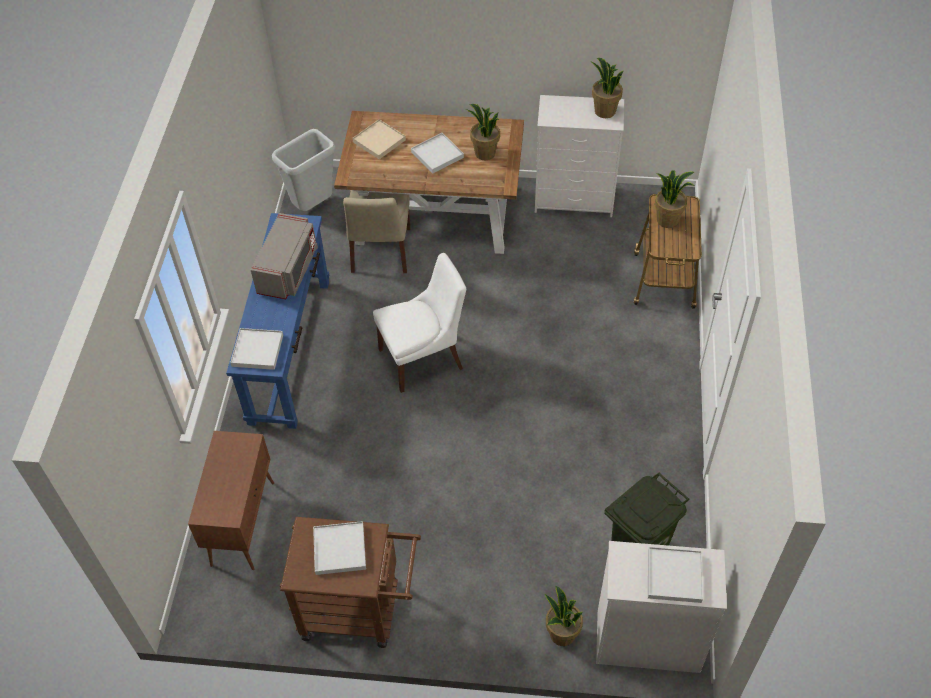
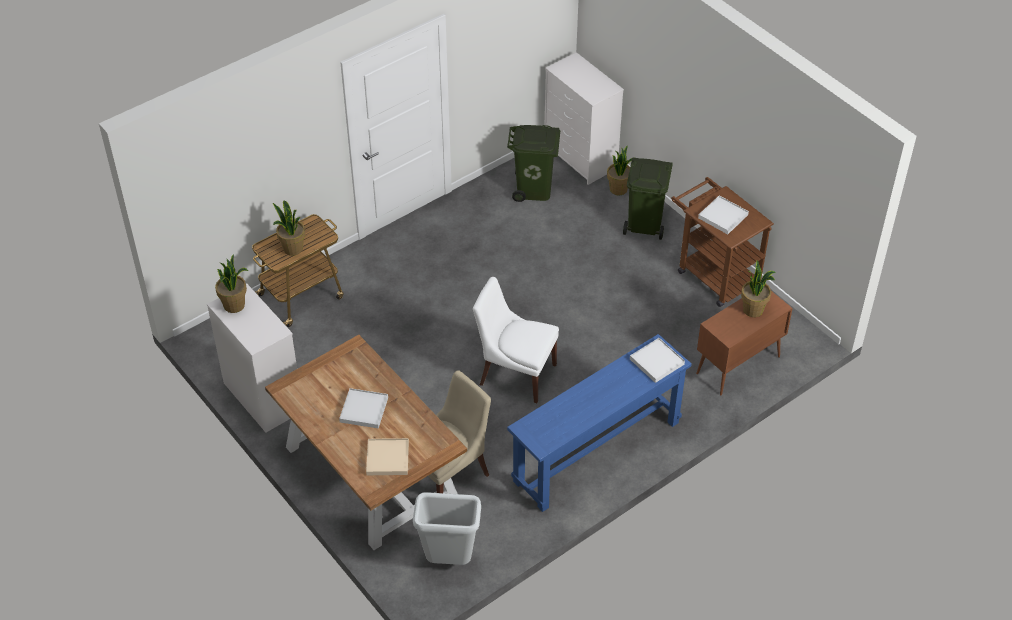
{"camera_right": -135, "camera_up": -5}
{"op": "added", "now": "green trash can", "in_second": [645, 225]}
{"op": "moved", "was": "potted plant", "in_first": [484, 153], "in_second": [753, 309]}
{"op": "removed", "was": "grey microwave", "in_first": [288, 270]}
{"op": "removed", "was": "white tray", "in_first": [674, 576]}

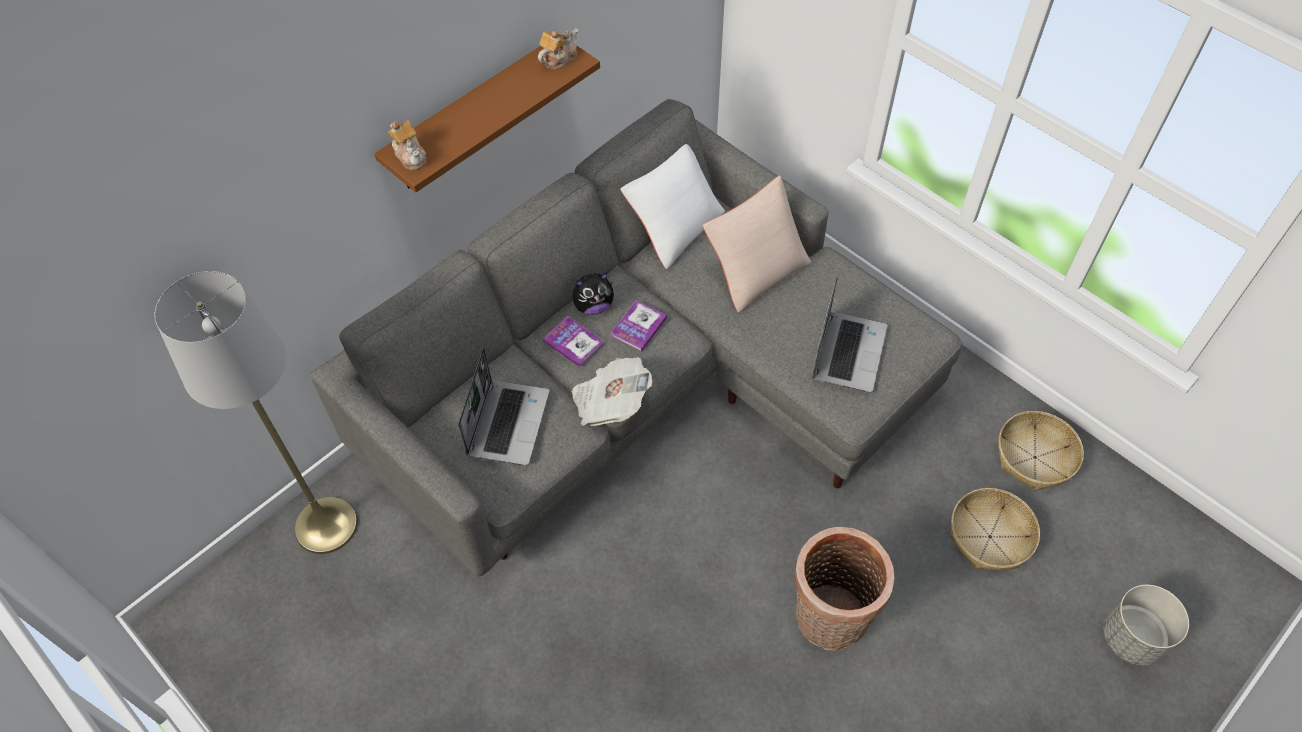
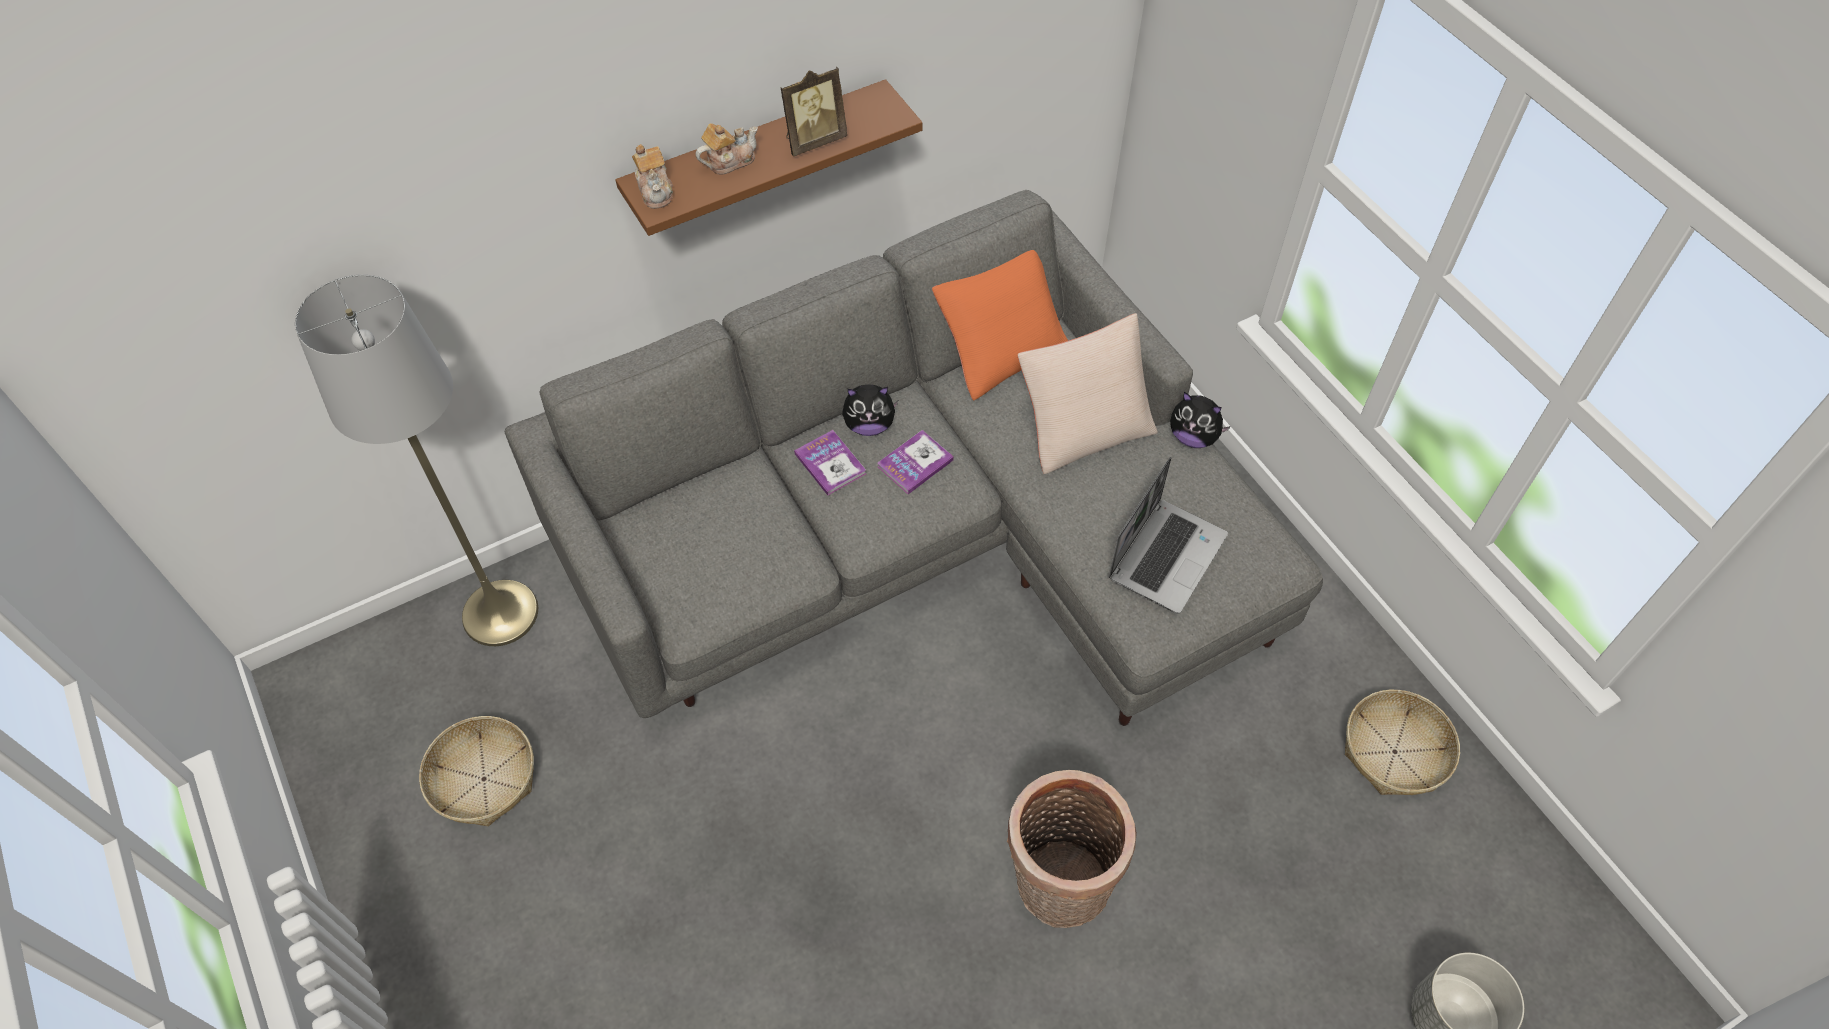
{"camera_right": 15, "camera_up": 0}
{"op": "moved", "was": "basket", "in_first": [990, 536], "in_second": [484, 779]}
{"op": "moved", "was": "teapot", "in_first": [559, 59], "in_second": [729, 161]}
{"op": "added", "now": "picture frame", "in_second": [813, 140]}
{"op": "recoloured", "was": "white pillow", "now": "orange pillow", "in_first": [674, 227], "in_second": [1000, 351]}
{"op": "added", "now": "plush toy", "in_second": [1193, 437]}
{"op": "removed", "was": "laptop", "in_first": [507, 422]}
{"op": "removed", "was": "newspaper", "in_first": [610, 403]}

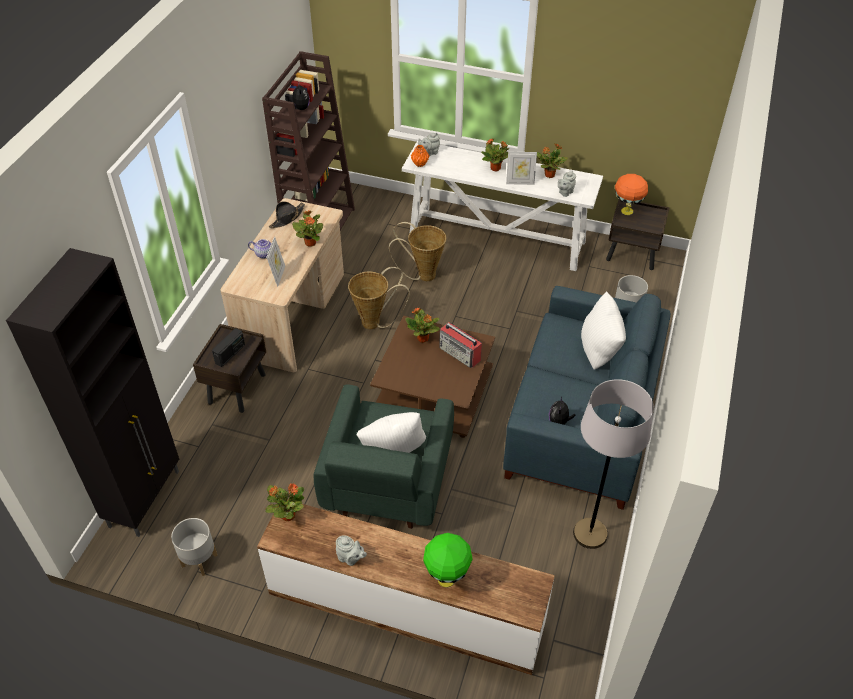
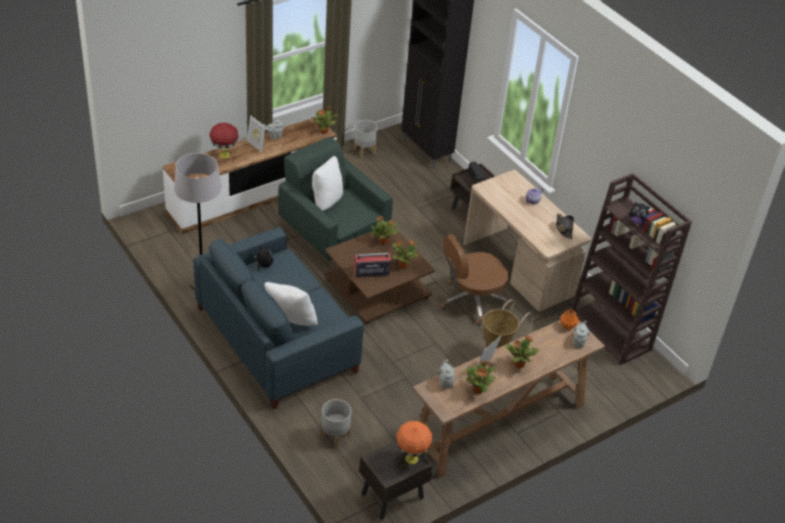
{"camera_right": 125, "camera_up": -5}
{"op": "recoloured", "was": "green table lamp", "now": "red table lamp", "in_first": [447, 578], "in_second": [224, 156]}
{"op": "moved", "was": "picture frame", "in_first": [278, 276], "in_second": [256, 145]}
{"op": "moved", "was": "potted plant", "in_first": [310, 242], "in_second": [384, 241]}
{"op": "recoloured", "was": "white console table", "now": "brown console table", "in_first": [498, 239], "in_second": [498, 425]}
{"op": "replaced", "was": "basket", "now": "brown office chair", "in_first": [375, 322], "in_second": [471, 301]}

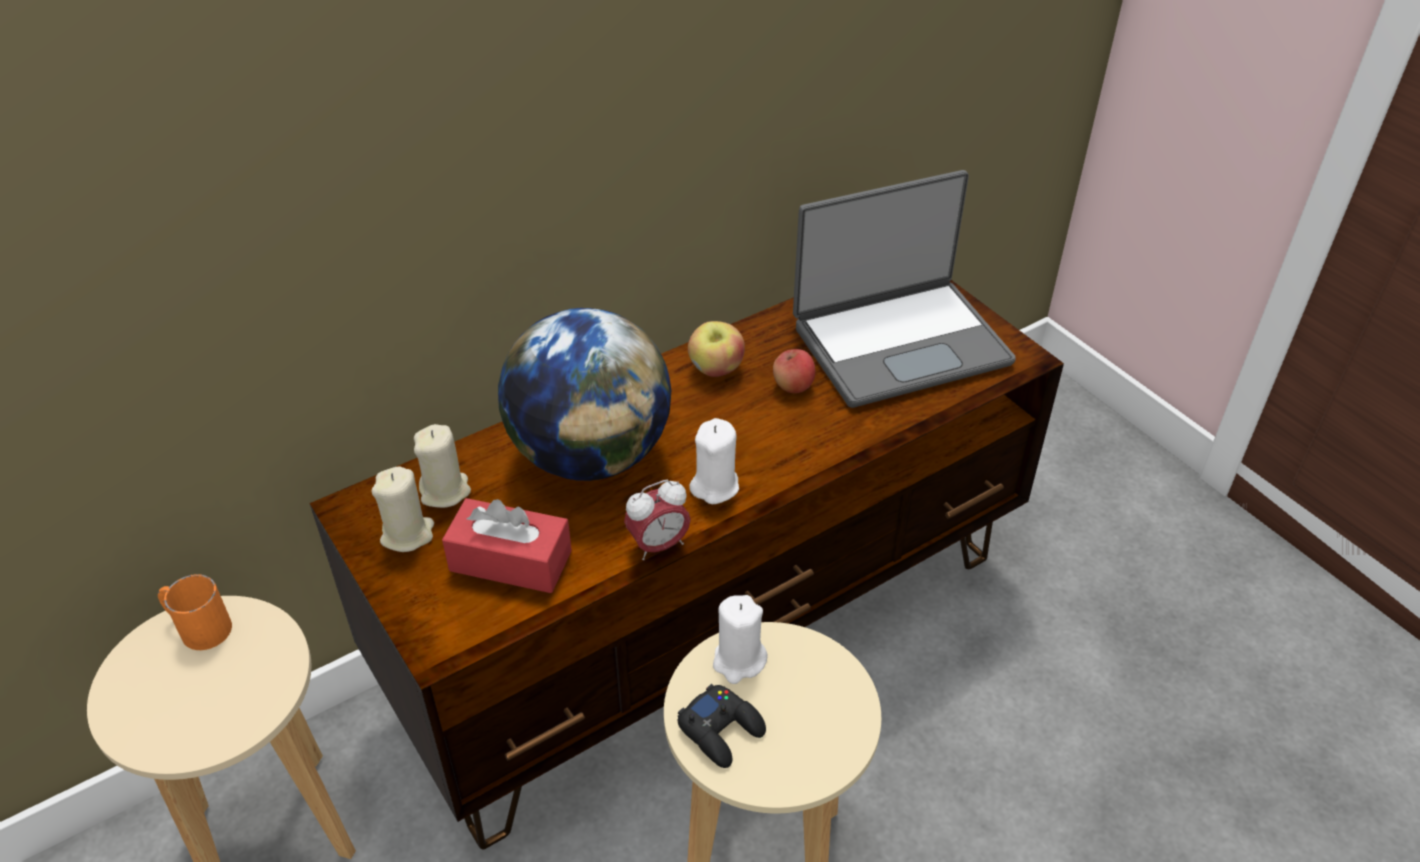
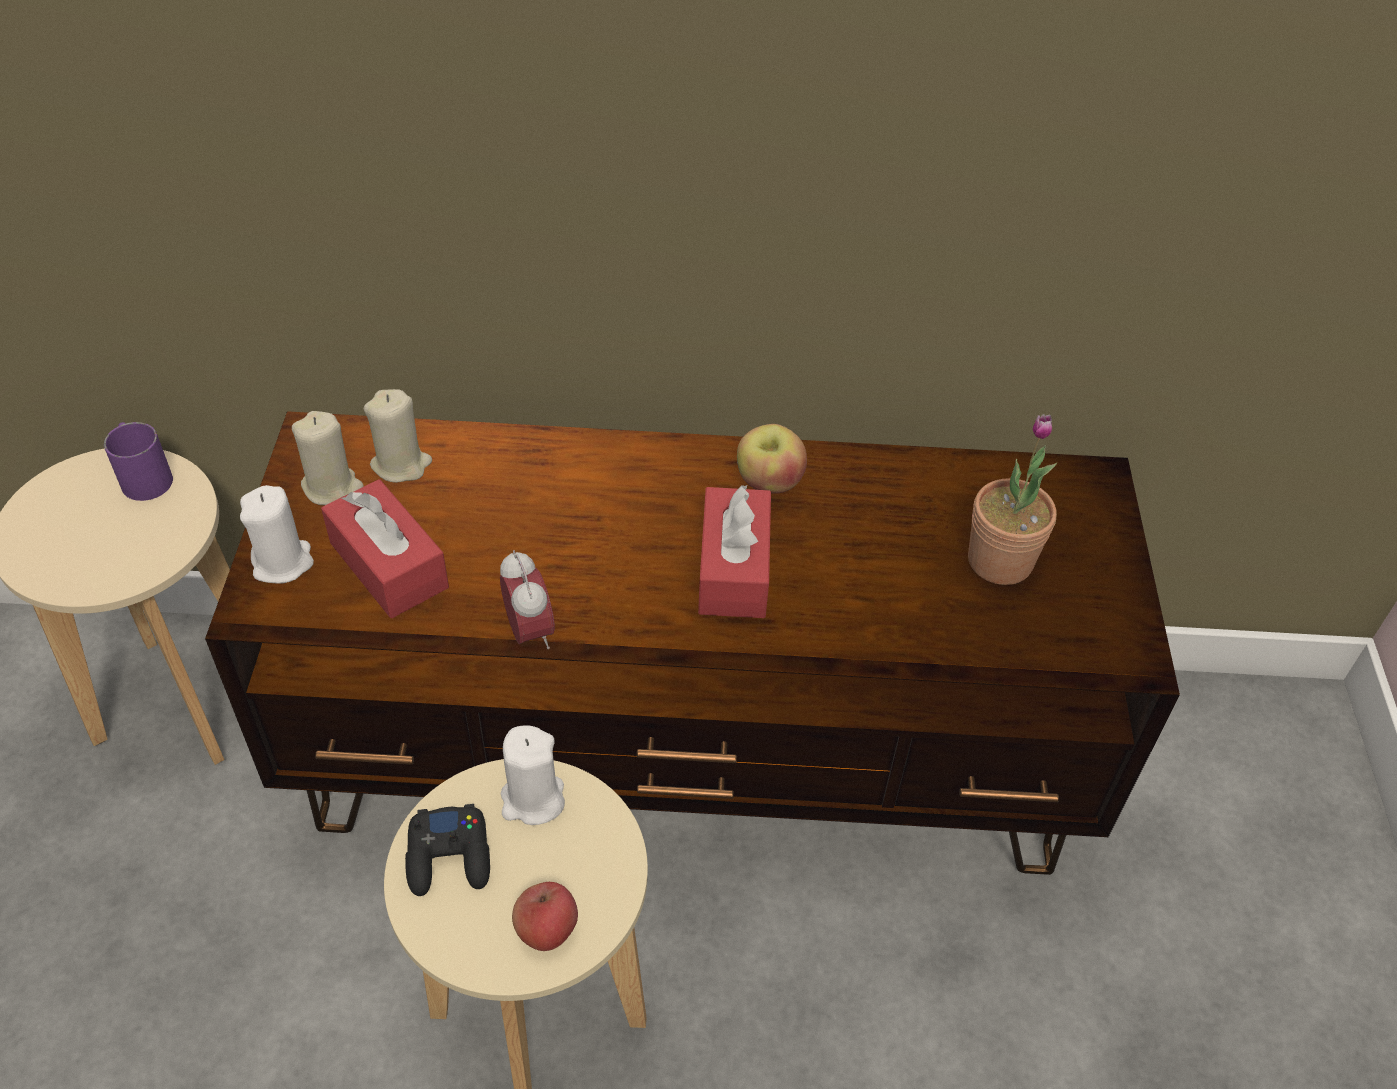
{"camera_right": 35, "camera_up": 5}
{"op": "recoloured", "was": "orange mug", "now": "purple mug", "in_first": [197, 627], "in_second": [143, 475]}
{"op": "moved", "was": "white candle", "in_first": [715, 486], "in_second": [283, 563]}
{"op": "turned", "was": "alarm clock", "in_first": [658, 545], "in_second": [529, 632], "clockwise": -120}
{"op": "moved", "was": "apple", "in_first": [793, 386], "in_second": [546, 930]}
{"op": "added", "now": "red tissue box", "in_second": [733, 569]}
{"op": "replaced", "was": "laptop", "now": "potted plant", "in_first": [899, 342], "in_second": [1000, 561]}
{"op": "removed", "was": "globe", "in_first": [591, 455]}

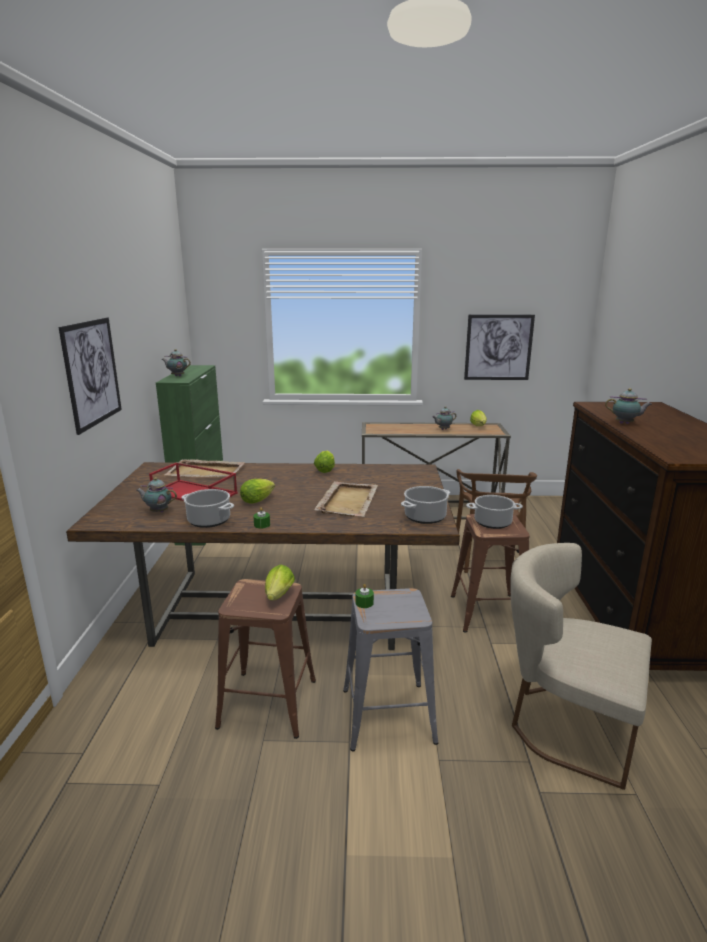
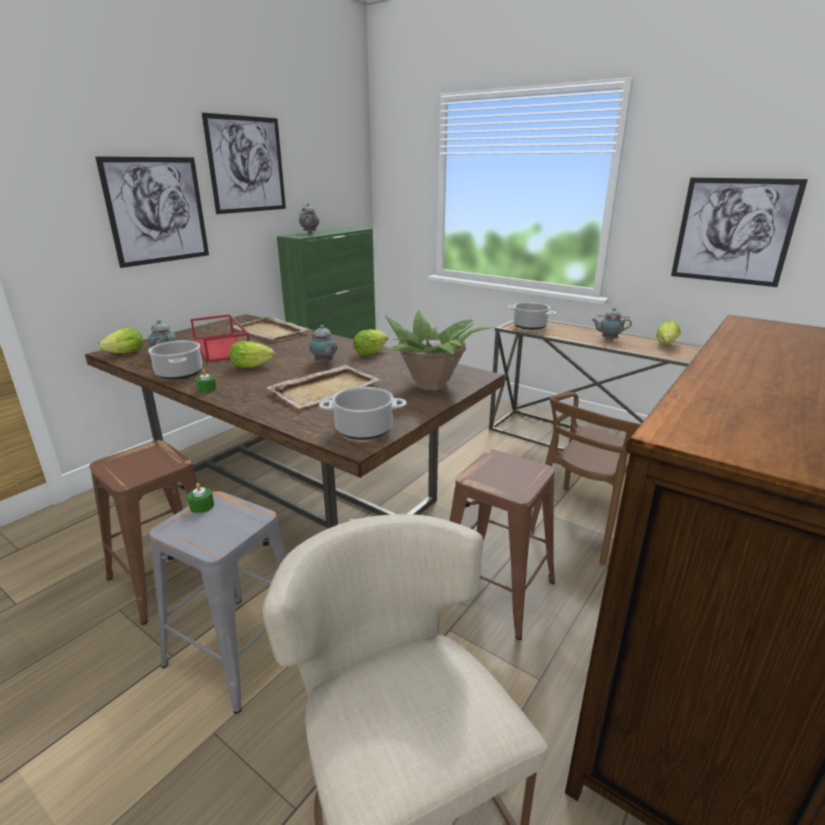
{"camera_right": 35, "camera_up": 5}
{"op": "moved", "was": "lettuce", "in_first": [278, 597], "in_second": [123, 354]}
{"op": "added", "now": "picture", "in_second": [246, 165]}
{"op": "moved", "was": "teapot", "in_first": [625, 423], "in_second": [325, 363]}
{"op": "added", "now": "potted plant", "in_second": [431, 385]}
{"op": "moved", "was": "cooking pot", "in_first": [492, 523], "in_second": [529, 326]}

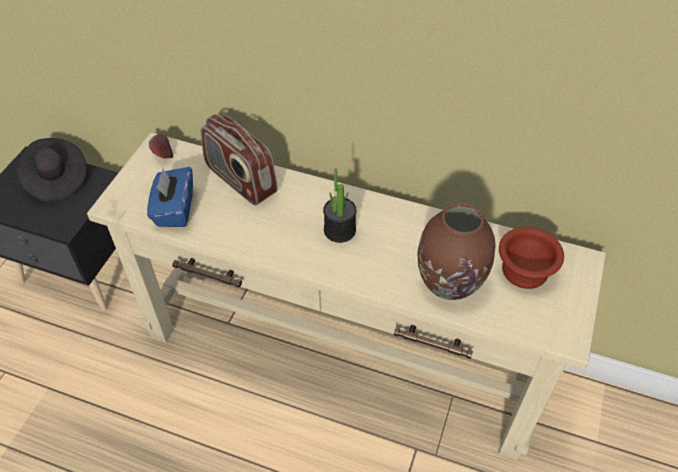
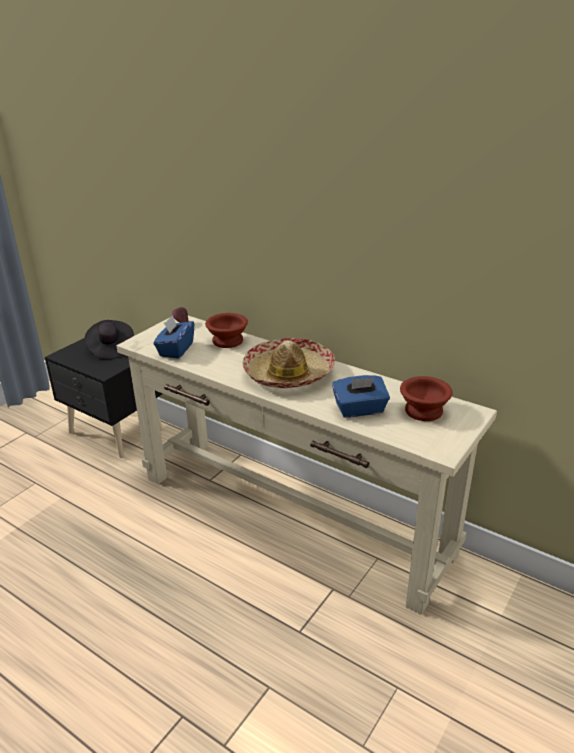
{"camera_right": 15, "camera_up": -20}
{"op": "replaced", "was": "radio", "now": "brown bowl", "in_first": [240, 180], "in_second": [229, 341]}
{"op": "replaced", "was": "potted plant", "now": "hat", "in_first": [339, 230], "in_second": [288, 373]}
{"op": "replaced", "was": "brown vase", "now": "blue tissue box", "in_first": [449, 283], "in_second": [360, 410]}

